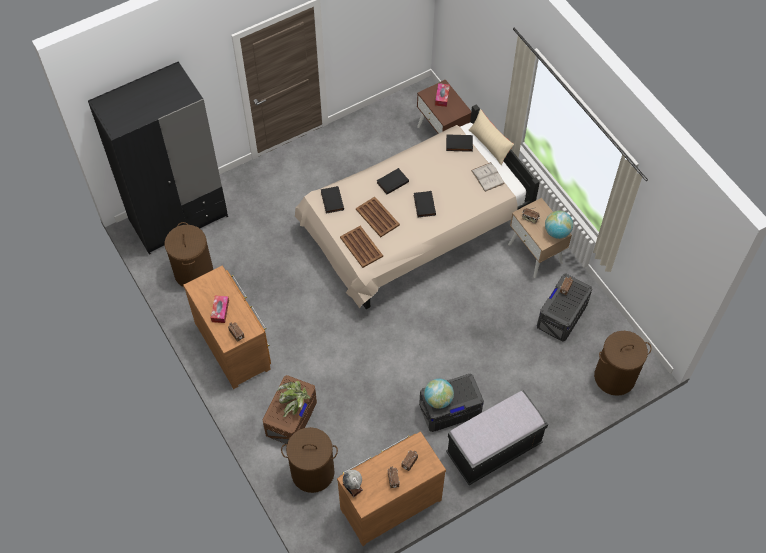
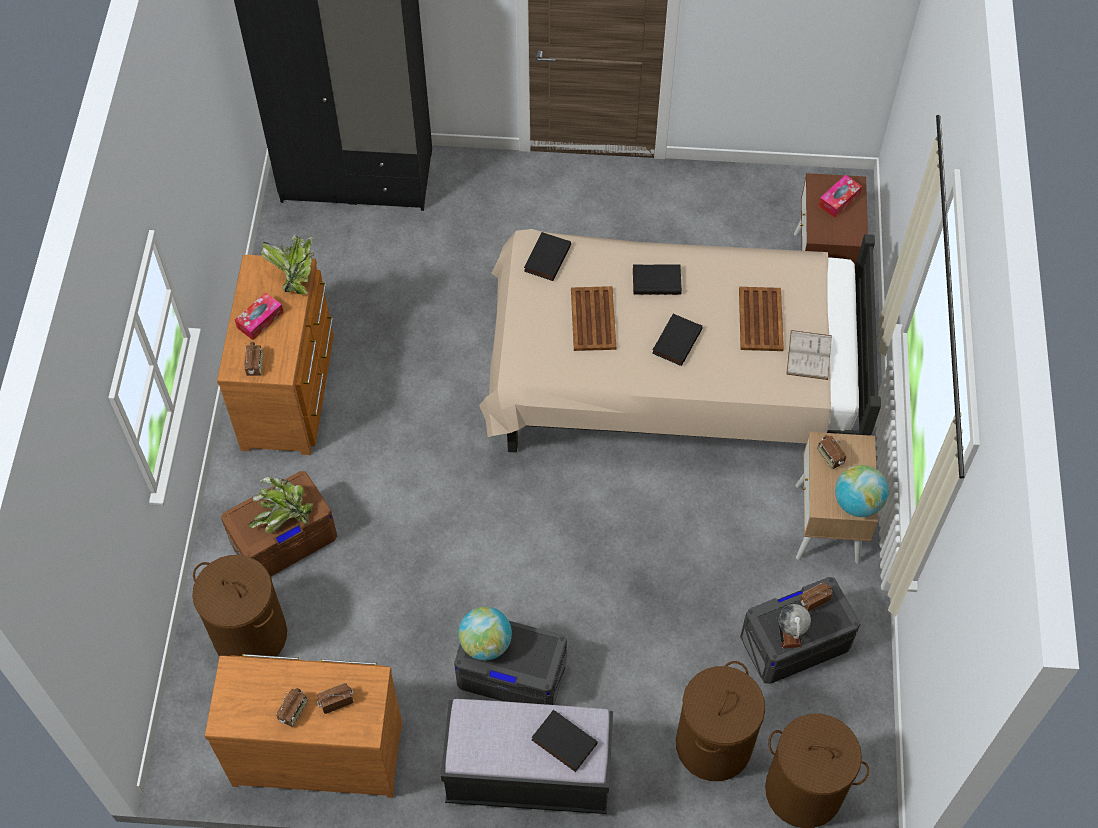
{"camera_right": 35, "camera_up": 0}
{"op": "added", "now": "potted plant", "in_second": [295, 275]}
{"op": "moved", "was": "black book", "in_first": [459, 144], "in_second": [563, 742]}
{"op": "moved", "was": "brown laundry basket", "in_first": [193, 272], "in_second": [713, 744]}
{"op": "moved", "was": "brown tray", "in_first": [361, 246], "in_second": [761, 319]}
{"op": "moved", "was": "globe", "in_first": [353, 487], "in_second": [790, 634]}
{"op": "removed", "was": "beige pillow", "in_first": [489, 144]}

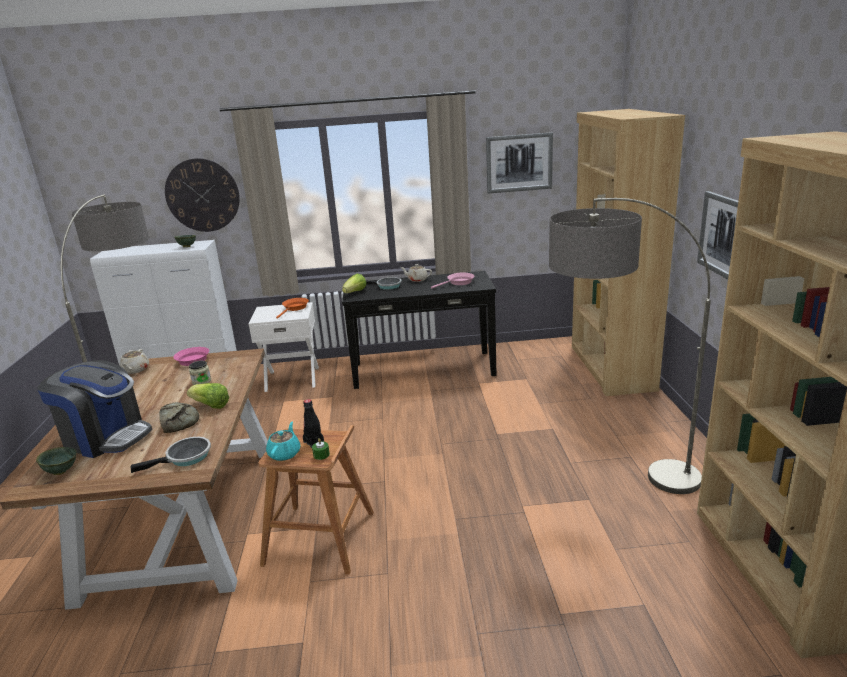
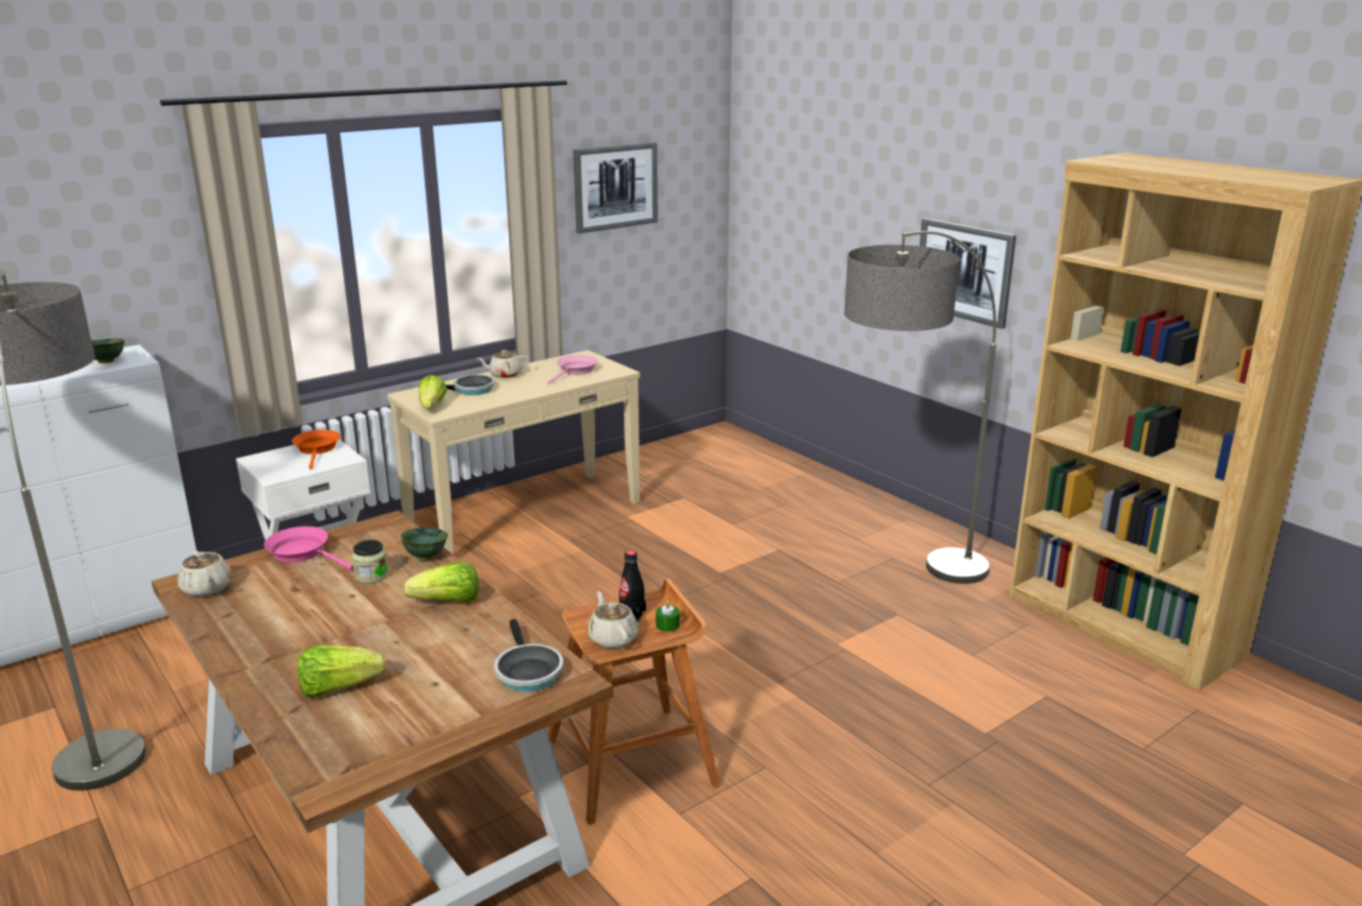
{"camera_right": -35, "camera_up": 0}
{"op": "replaced", "was": "coffee machine", "now": "lettuce", "in_first": [106, 437], "in_second": [338, 687]}
{"op": "recoloured", "was": "black console table", "now": "beige console table", "in_first": [423, 369], "in_second": [524, 515]}
{"op": "moved", "was": "green bowl", "in_first": [61, 471], "in_second": [425, 557]}
{"op": "turned", "was": "frying pan", "in_first": [185, 458], "in_second": [527, 672], "clockwise": 135}
{"op": "recoloured", "was": "turquoise teapot", "now": "beige teapot", "in_first": [285, 453], "in_second": [612, 638]}
{"op": "removed", "was": "bread", "in_first": [179, 421]}
{"op": "removed", "was": "wall clock", "in_first": [202, 195]}
{"op": "removed", "was": "brown bookcase", "in_first": [610, 367]}

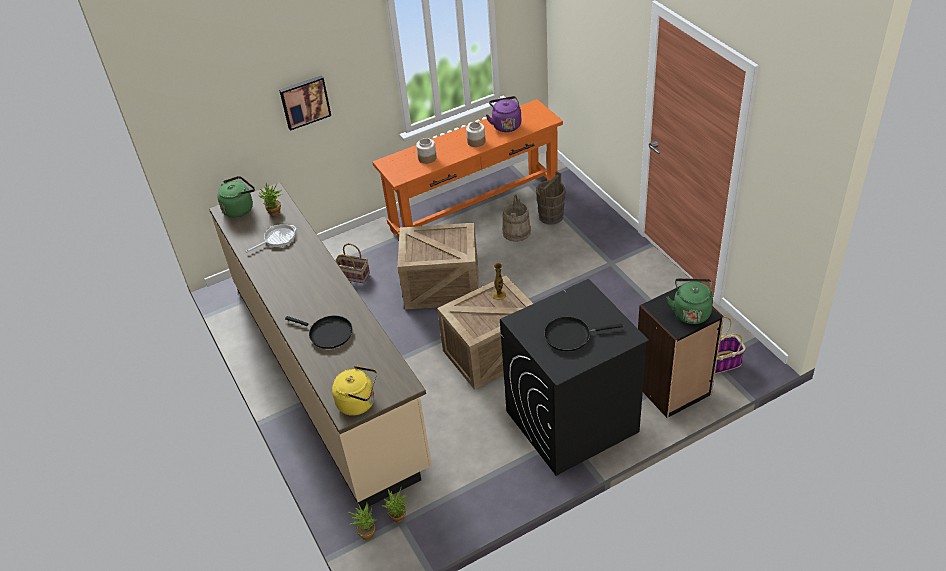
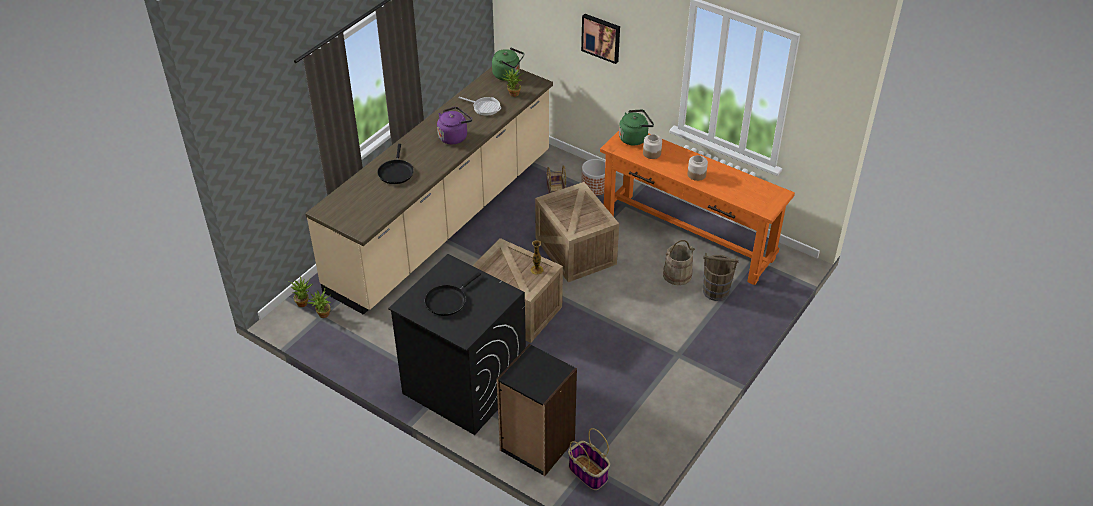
{"camera_right": 60, "camera_up": 0}
{"op": "turned", "was": "black frying pan", "in_first": [571, 335], "in_second": [447, 300], "clockwise": -105}
{"op": "moved", "was": "purple kettle", "in_first": [506, 125], "in_second": [454, 136]}
{"op": "added", "now": "planter", "in_second": [595, 187]}
{"op": "moved", "was": "green kettle", "in_first": [691, 312], "in_second": [634, 138]}
{"op": "removed", "was": "yellow kettle", "in_first": [359, 403]}

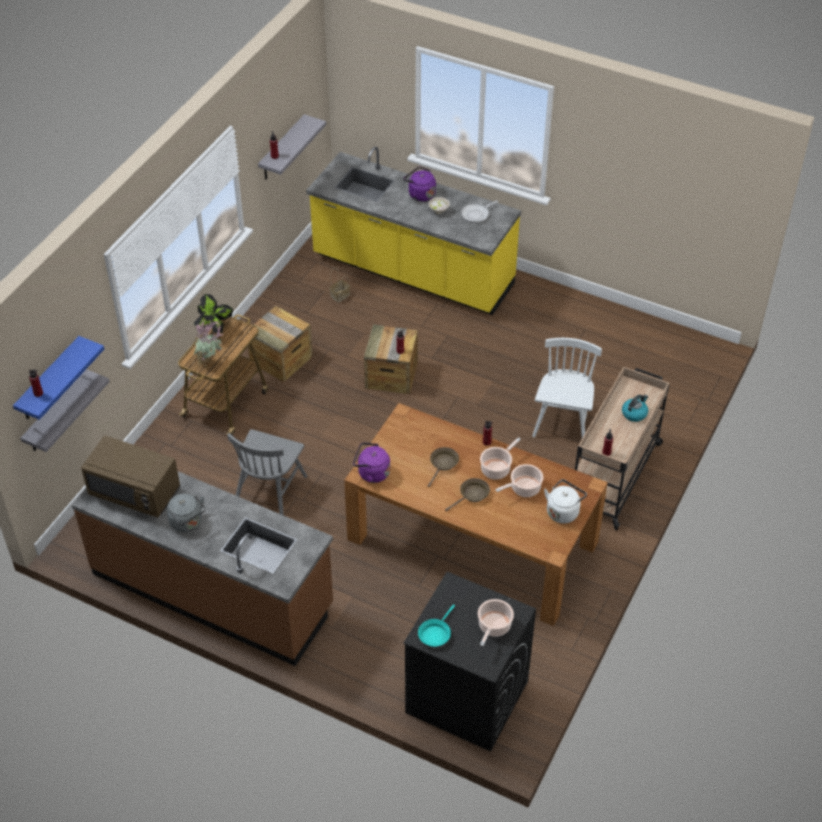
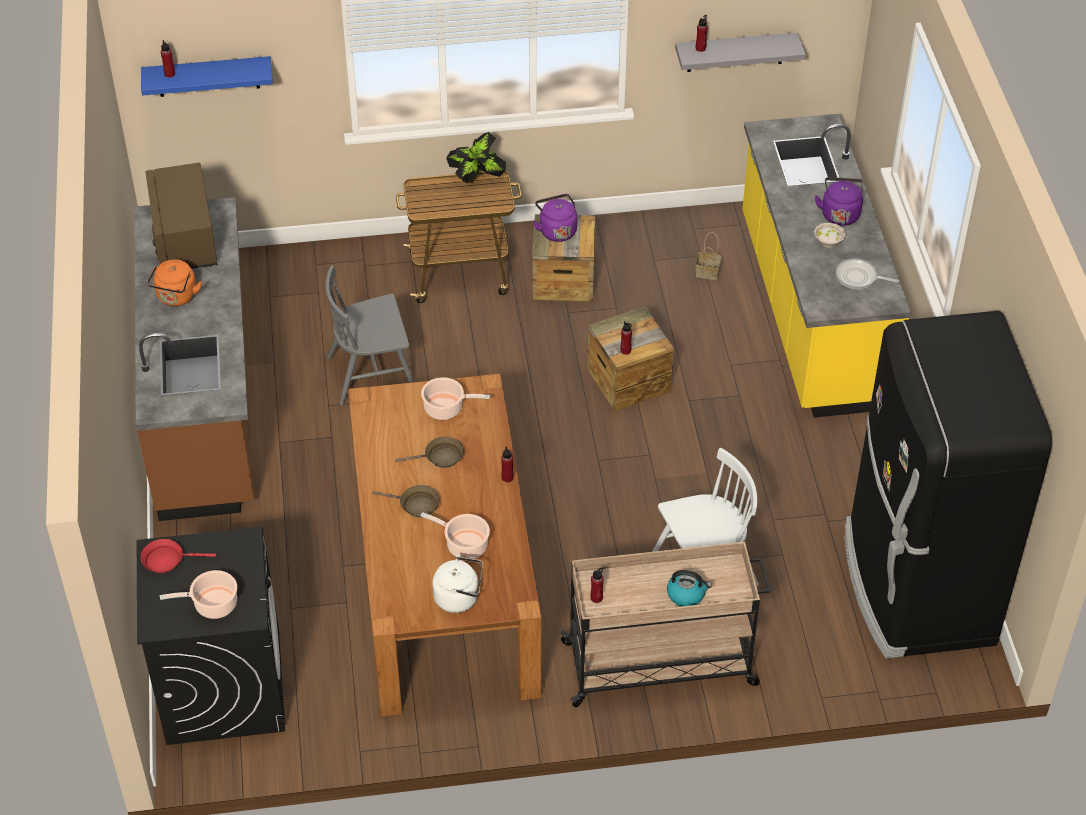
{"camera_right": 55, "camera_up": 0}
{"op": "recoloured", "was": "turquoise frying pan", "now": "red frying pan", "in_first": [435, 633], "in_second": [167, 560]}
{"op": "recoloured", "was": "grey kettle", "now": "orange kettle", "in_first": [187, 523], "in_second": [176, 297]}
{"op": "moved", "was": "cooking pot", "in_first": [497, 468], "in_second": [446, 408]}
{"op": "moved", "was": "purple kettle", "in_first": [371, 473], "in_second": [556, 230]}
{"op": "added", "now": "black fridge", "in_second": [915, 586]}
{"op": "removed", "was": "grey shelf", "in_first": [55, 412]}
{"op": "removed", "was": "potted plant", "in_first": [210, 363]}

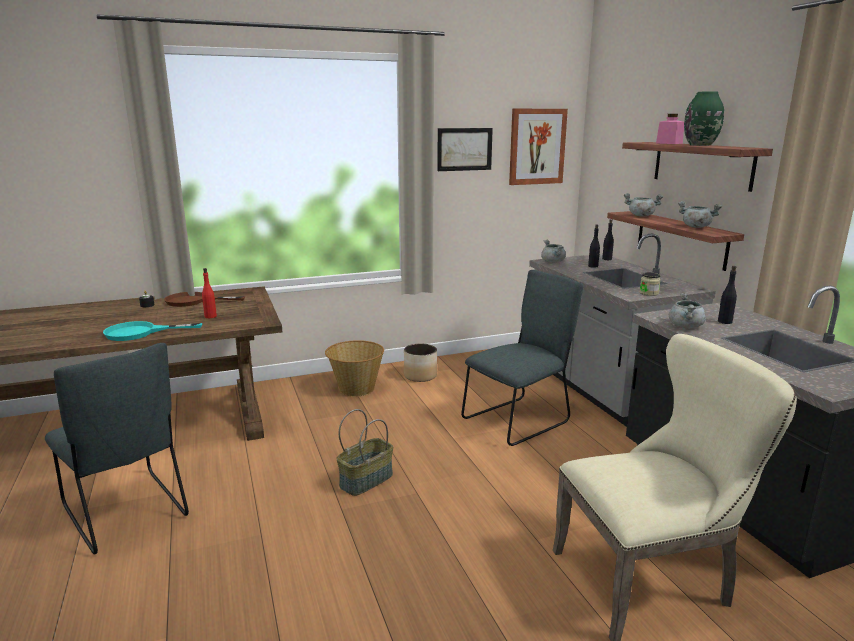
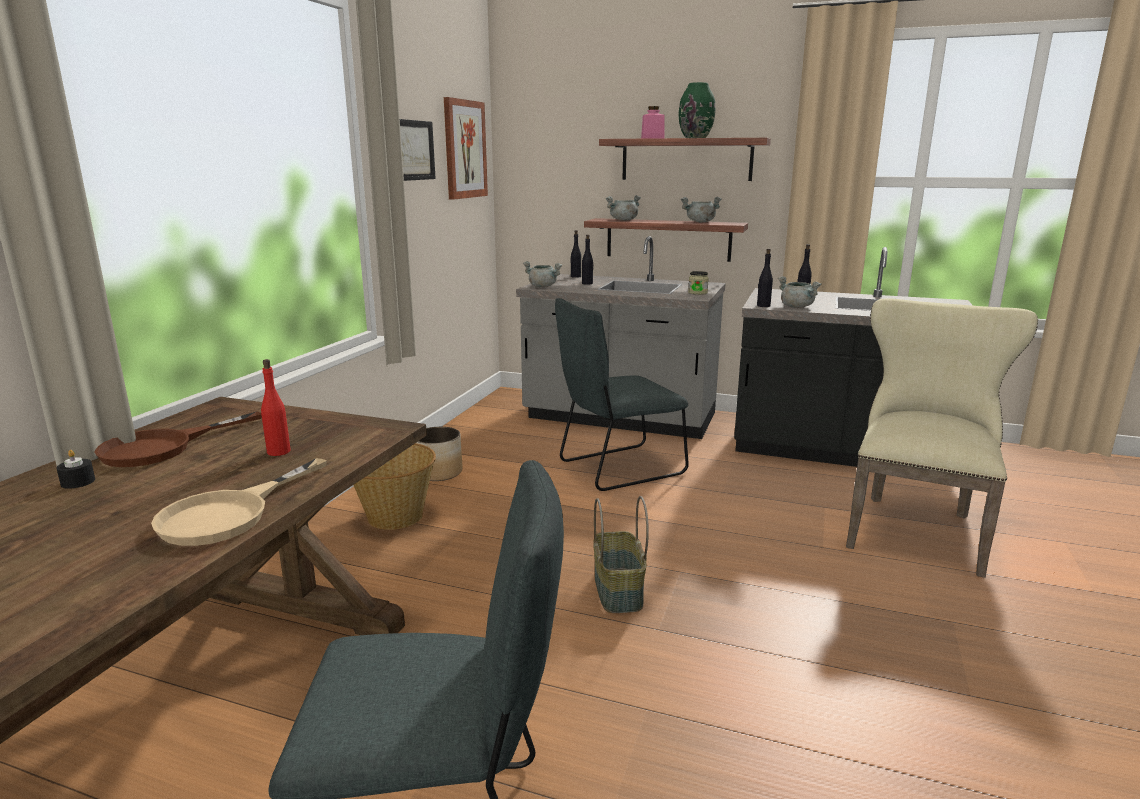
{"camera_right": -50, "camera_up": 0}
{"op": "recoloured", "was": "turquoise frying pan", "now": "beige frying pan", "in_first": [140, 332], "in_second": [230, 513]}
{"op": "turned", "was": "grey chair", "in_first": [519, 419], "in_second": [616, 468], "clockwise": -120}
{"op": "added", "now": "black bottle", "in_second": [763, 306]}

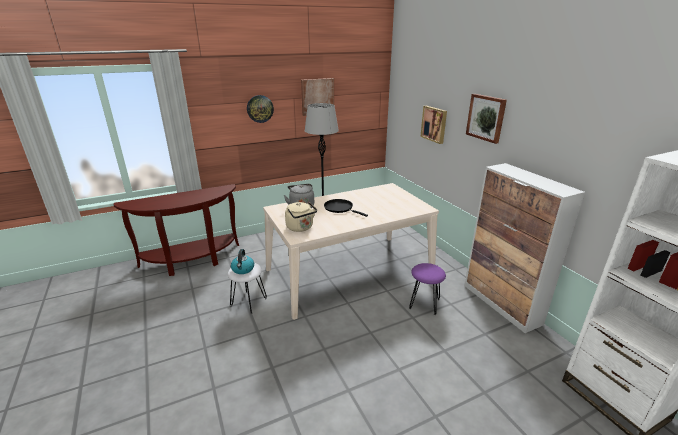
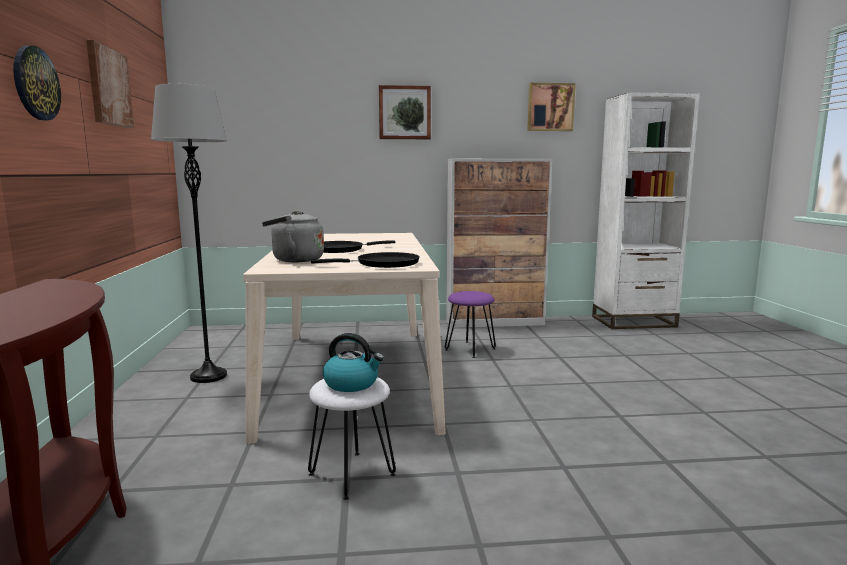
{"camera_right": -70, "camera_up": -15}
{"op": "replaced", "was": "beige kettle", "now": "black frying pan", "in_first": [301, 228], "in_second": [383, 264]}
{"op": "moved", "was": "picture", "in_first": [434, 124], "in_second": [550, 107]}

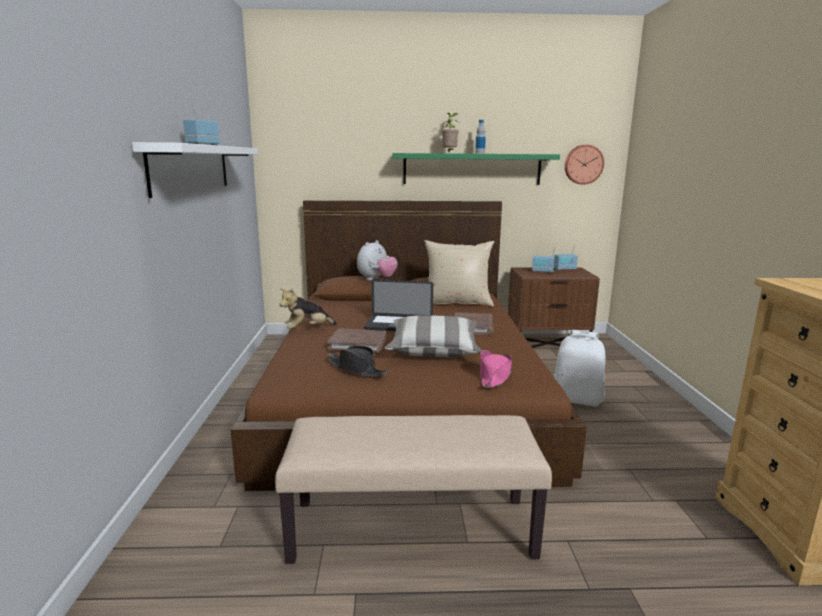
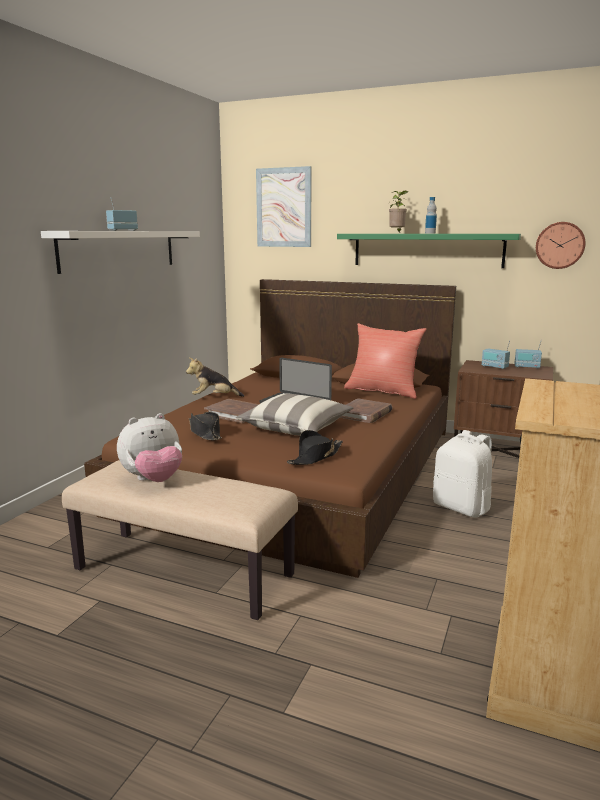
{"camera_right": 25, "camera_up": 0}
{"op": "moved", "was": "plush toy", "in_first": [376, 279], "in_second": [153, 480]}
{"op": "added", "now": "picture", "in_second": [284, 207]}
{"op": "recoloured", "was": "pink hat", "now": "black hat", "in_first": [494, 376], "in_second": [315, 457]}
{"op": "recoloured", "was": "beige pillow", "now": "red pillow", "in_first": [456, 302], "in_second": [383, 391]}

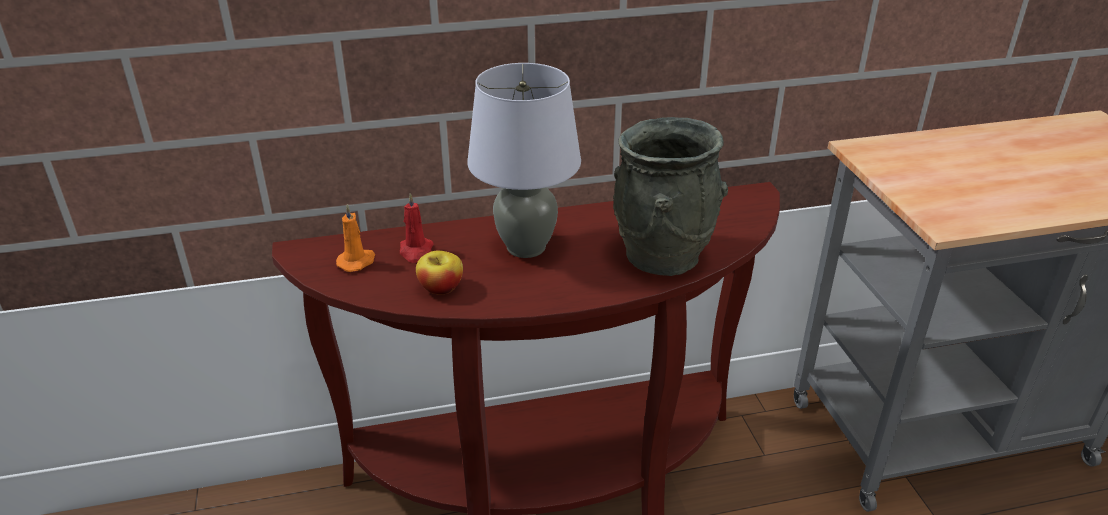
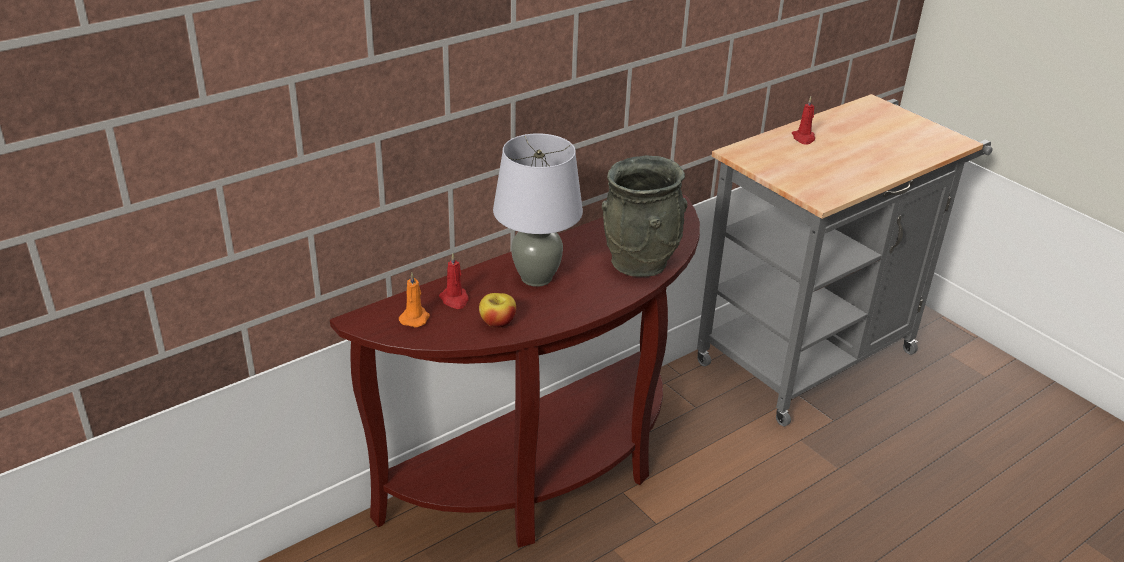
{"camera_right": -25, "camera_up": 0}
{"op": "added", "now": "red candle", "in_second": [803, 138]}

